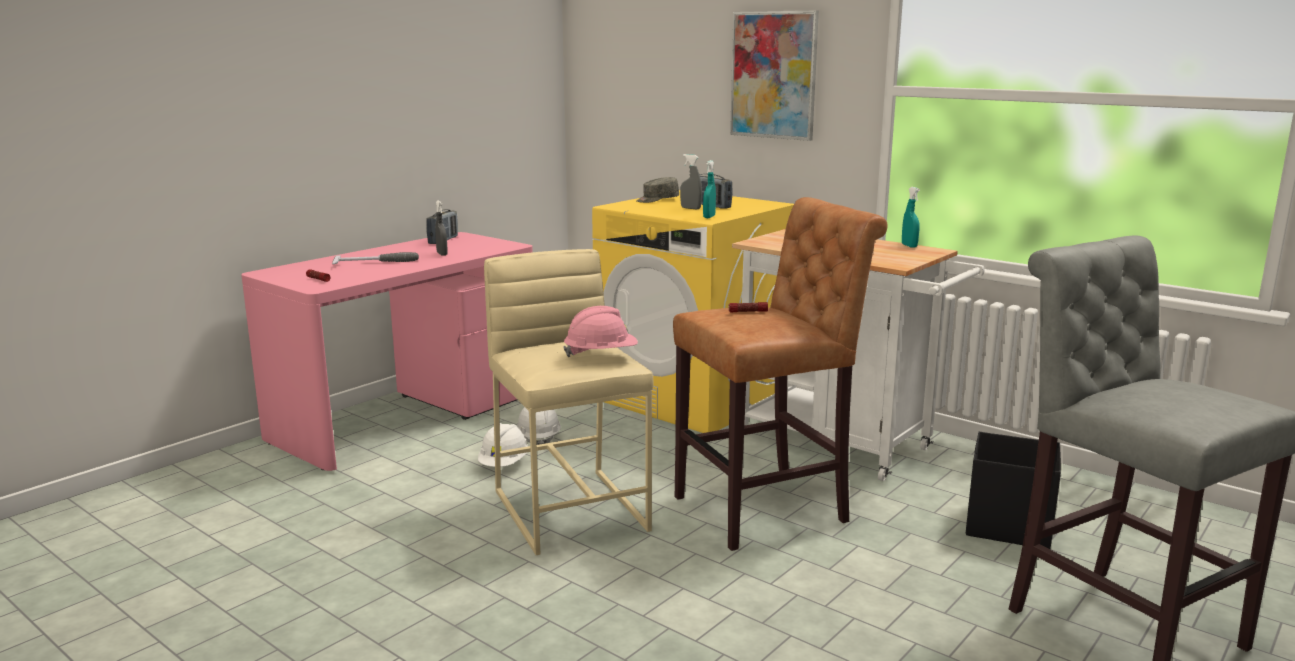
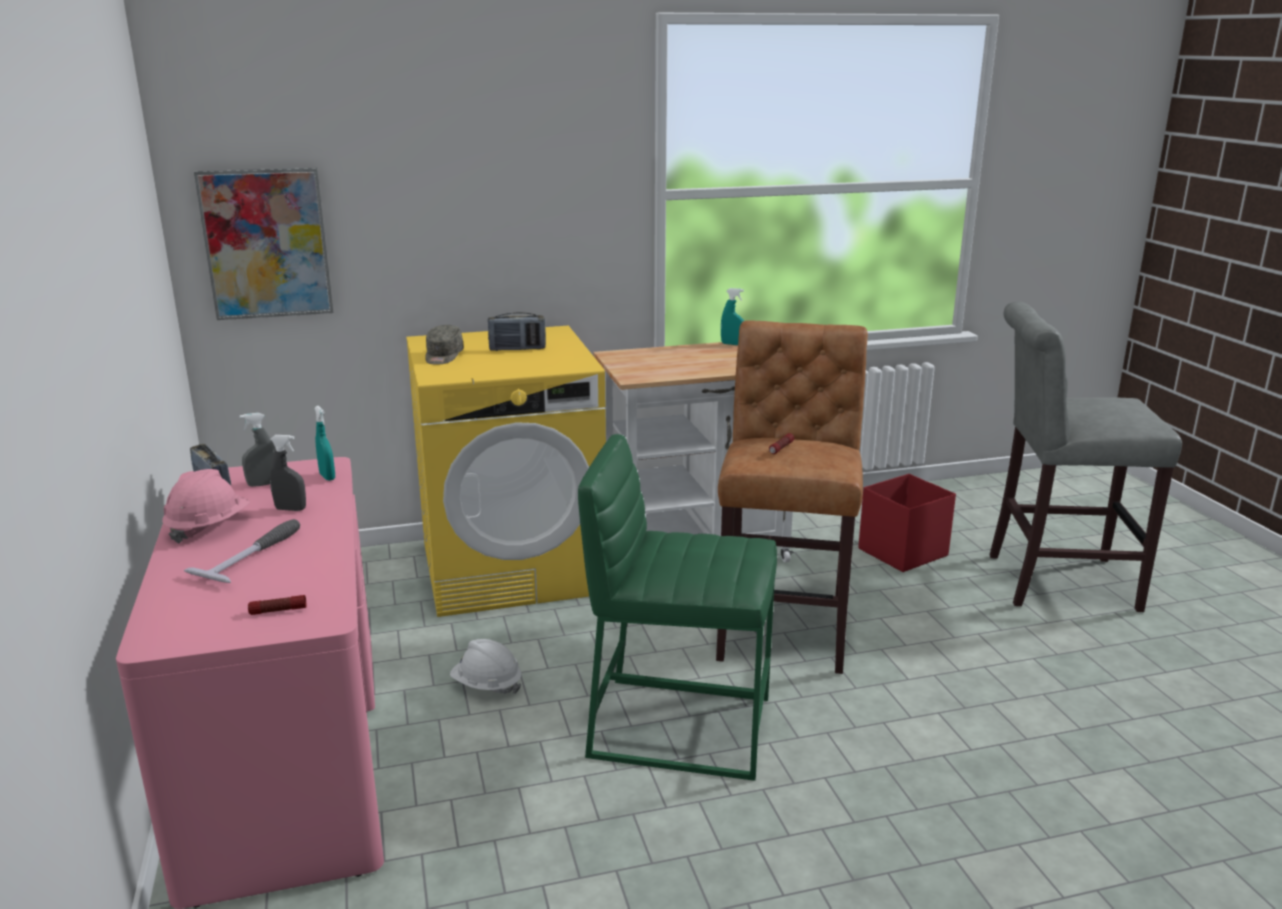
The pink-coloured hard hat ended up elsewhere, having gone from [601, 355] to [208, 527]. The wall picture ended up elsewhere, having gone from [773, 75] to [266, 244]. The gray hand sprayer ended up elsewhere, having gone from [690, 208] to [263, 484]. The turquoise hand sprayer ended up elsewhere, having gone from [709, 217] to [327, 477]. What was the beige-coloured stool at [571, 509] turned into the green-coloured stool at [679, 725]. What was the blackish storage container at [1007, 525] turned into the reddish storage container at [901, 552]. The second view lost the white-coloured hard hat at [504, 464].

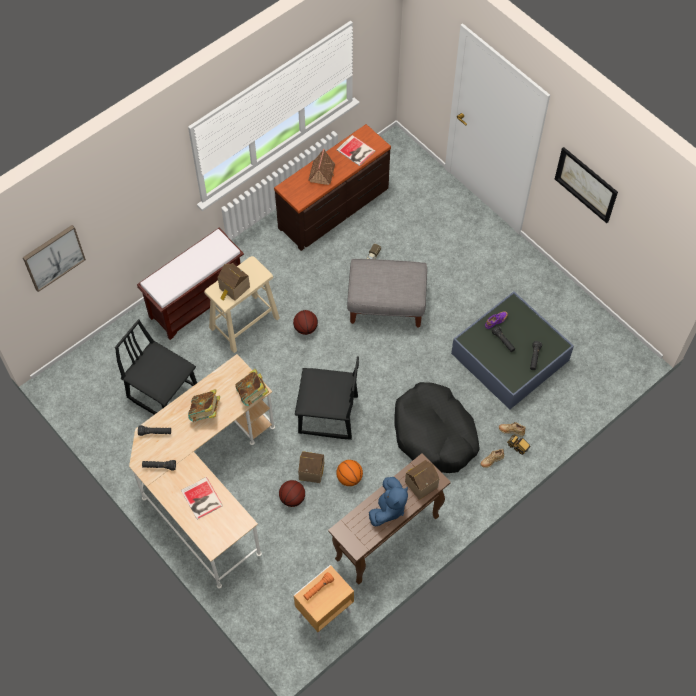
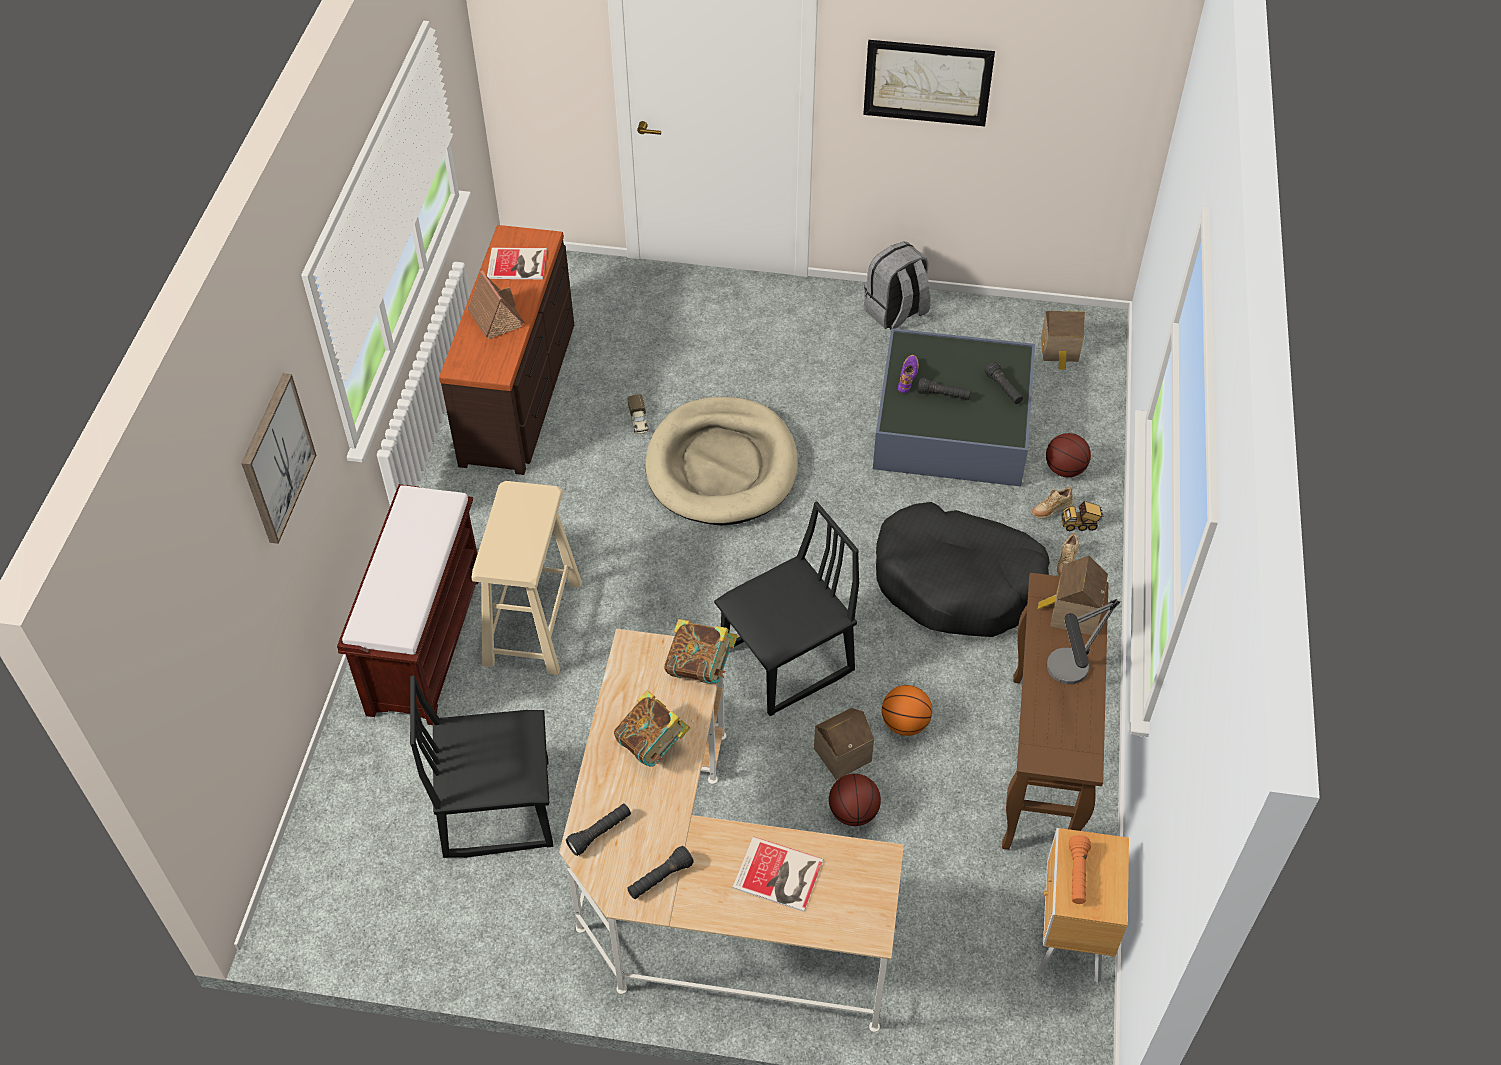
The wall picture ended up elsewhere, having gone from [53, 257] to [276, 458]. Where the gray ottoman stood at [387, 305], the beige-coloured pet bed came to stand at [721, 466]. The second view gained the gray backpack at [895, 313]. The miniature house ended up elsewhere, having gone from [233, 289] to [1060, 350]. The basketball ended up elsewhere, having gone from [305, 328] to [1065, 469]. Where the bluish soft toy stood at [388, 508], the lamp for a table came to stand at [1067, 678].

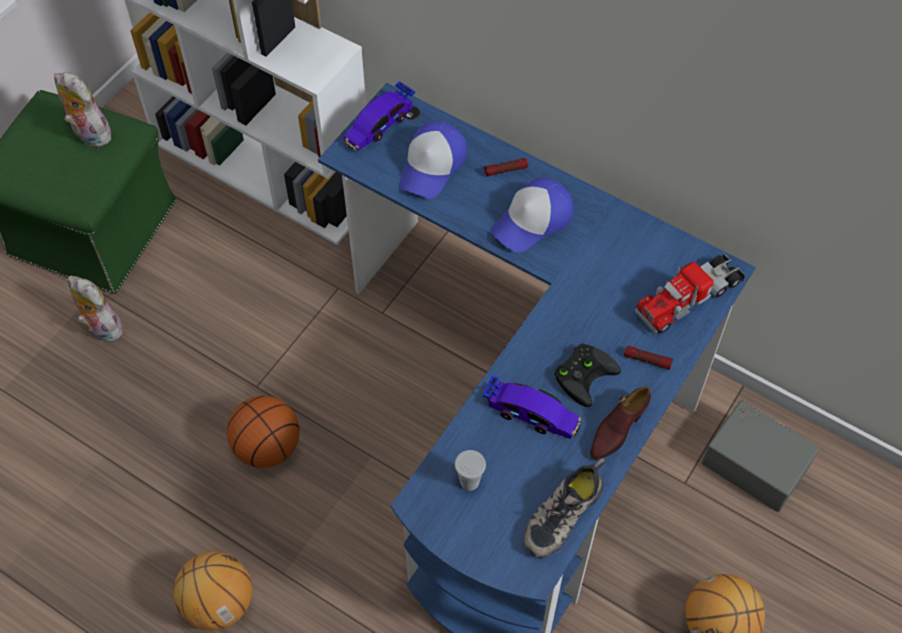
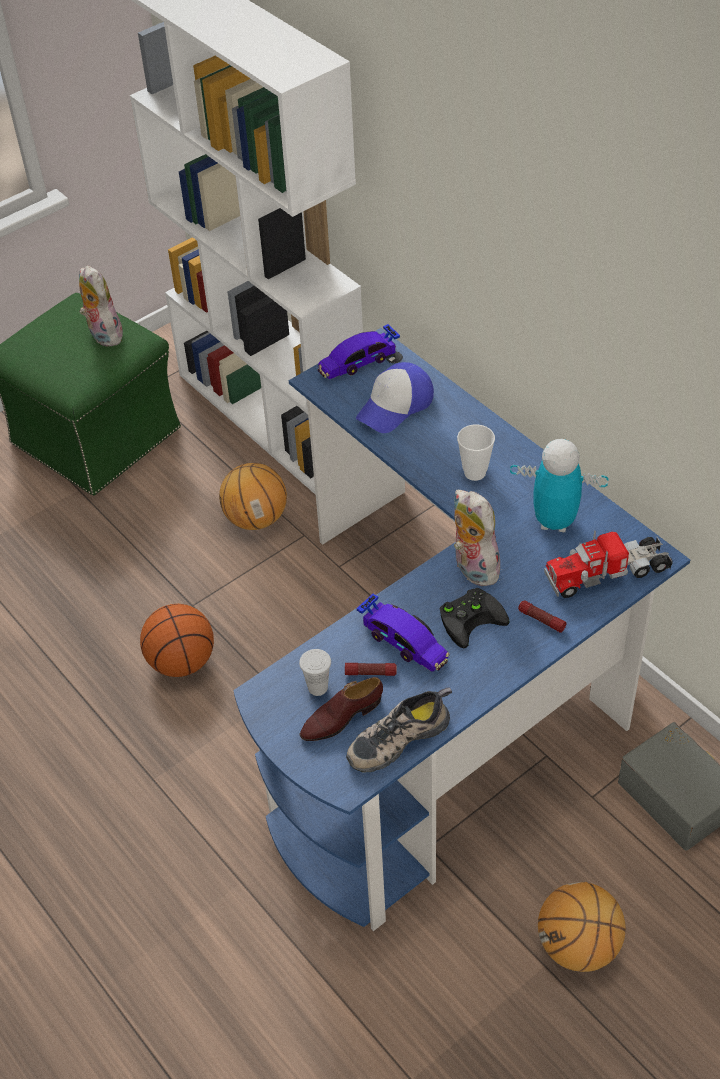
The basketball ended up elsewhere, having gone from [218, 603] to [255, 518]. The brown low shoe ended up elsewhere, having gone from [617, 429] to [341, 717]. The torch ended up elsewhere, having gone from [506, 170] to [370, 673]. The soft toy ended up elsewhere, having gone from [101, 328] to [472, 568]. Where the baseball cap stood at [533, 221], the drinking cup came to stand at [475, 472]. The second view gained the model robot at [554, 522].

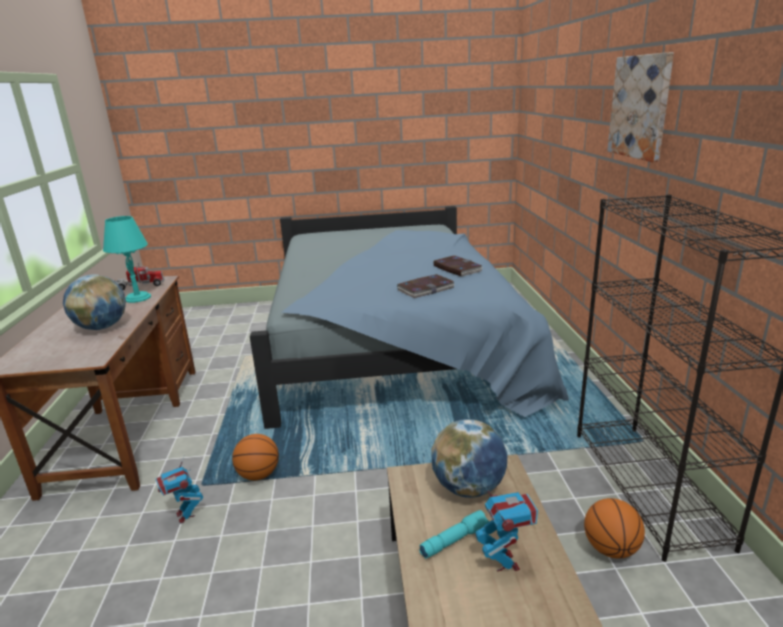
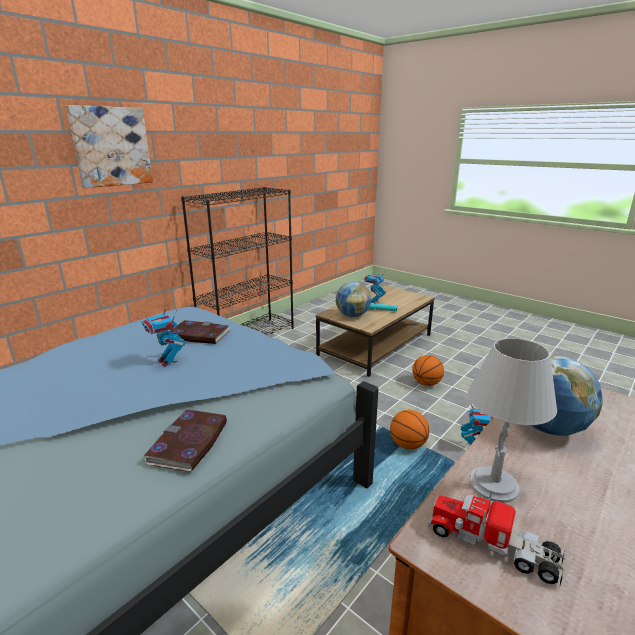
The second view gained the model robot at [167, 361]. The bound book ended up elsewhere, having gone from [457, 268] to [189, 443]. The basketball ended up elsewhere, having gone from [610, 549] to [426, 383]. What was the turquoise lamp for a table at [138, 298] turned into the gray lamp for a table at [493, 484].

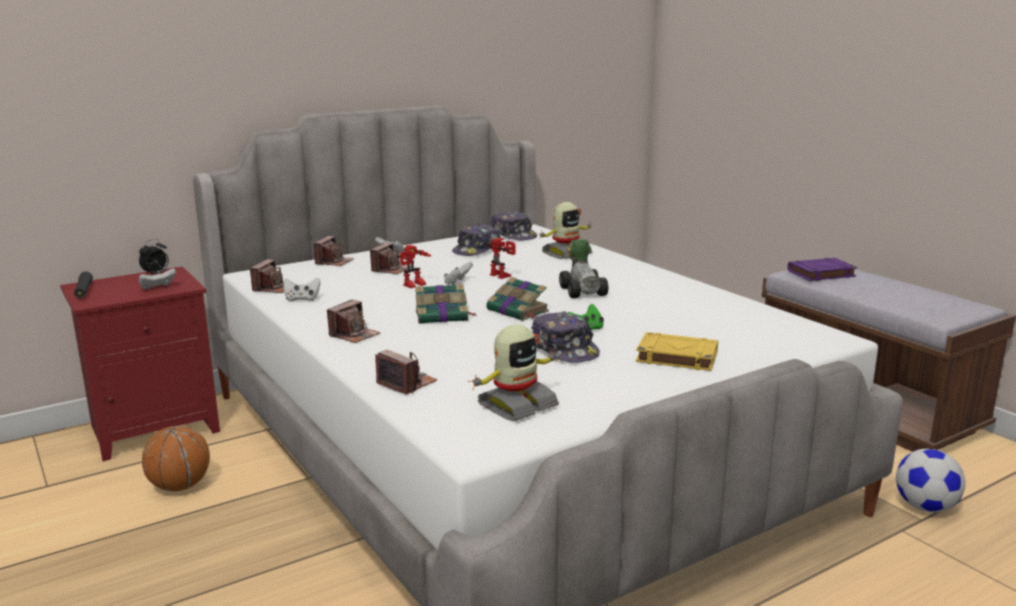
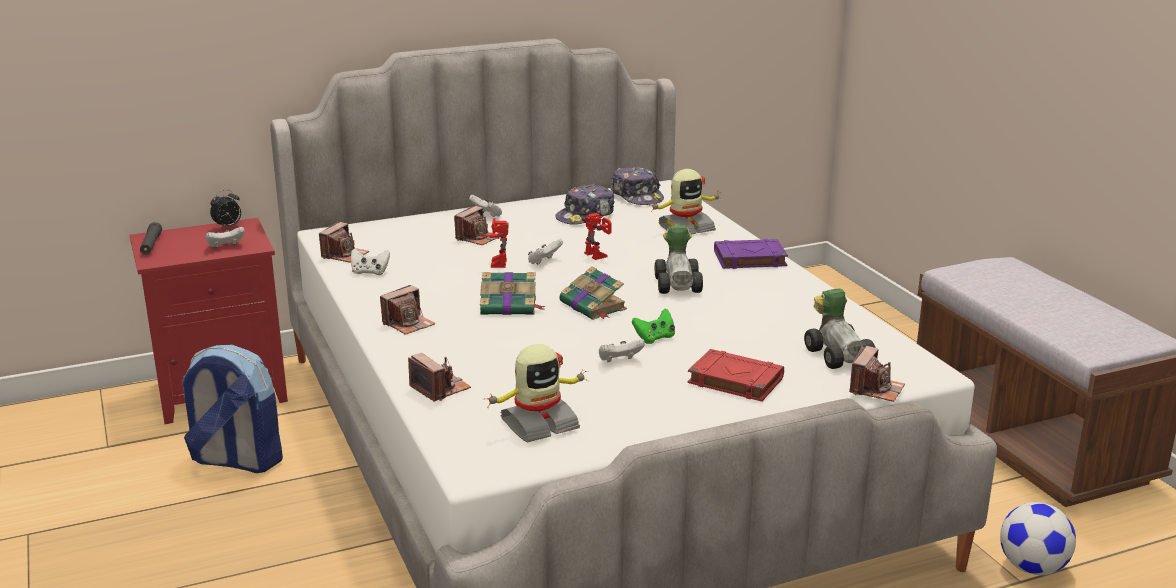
Where the basketball stood at [180, 487], the backpack came to stand at [236, 460]. The model robot at [414, 286] ended up facing another way, 120 degrees clockwise from before. Where the baseball cap stood at [564, 349], the white-coloured game controller came to stand at [619, 361]. What was the yellowish bound book at [675, 357] turned into the reddish bound book at [734, 381]. The purplish bound book ended up elsewhere, having gone from [820, 274] to [749, 259]. The second view gained the toy car at [838, 354]. The still camera ended up elsewhere, having gone from [334, 262] to [875, 389].

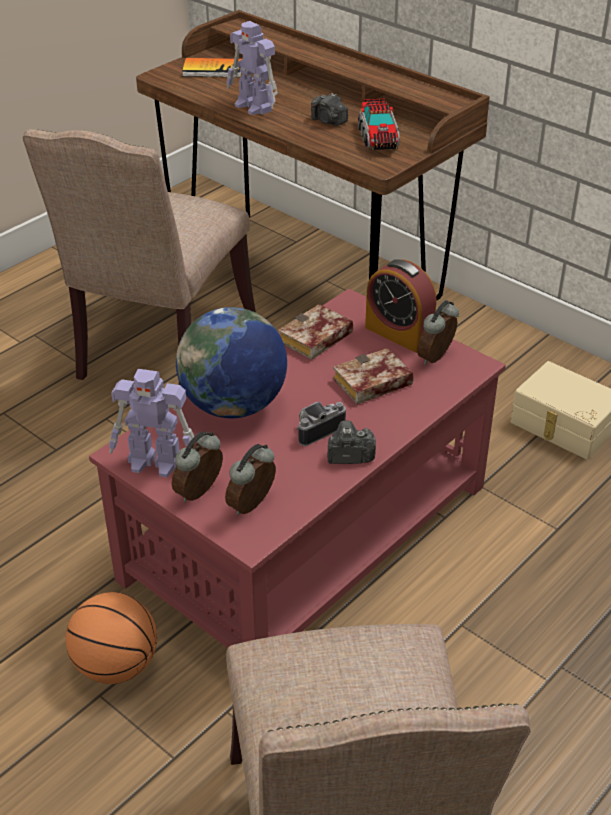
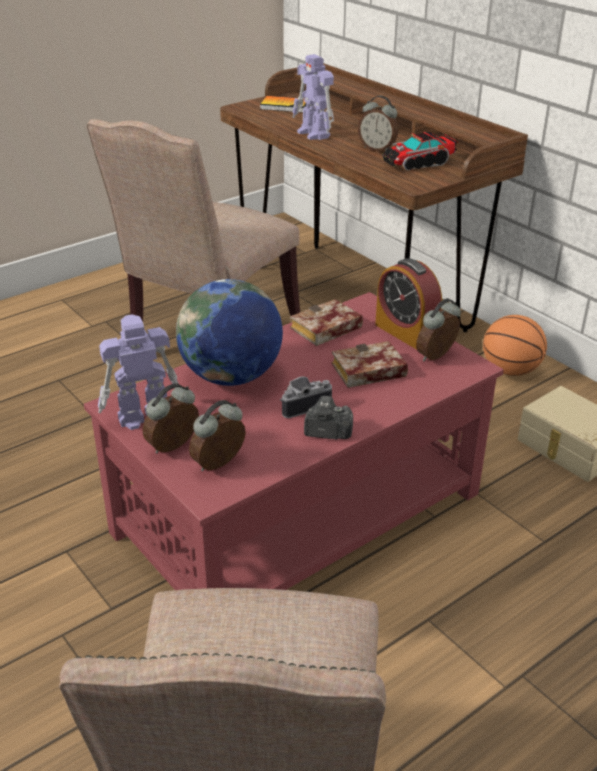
The model robot at [156, 463] ended up facing another way, 135 degrees clockwise from before. Where the still camera stood at [329, 121], the table clock came to stand at [377, 149]. The model truck at [378, 137] ended up facing another way, 60 degrees clockwise from before. The basketball ended up elsewhere, having gone from [116, 666] to [510, 371].

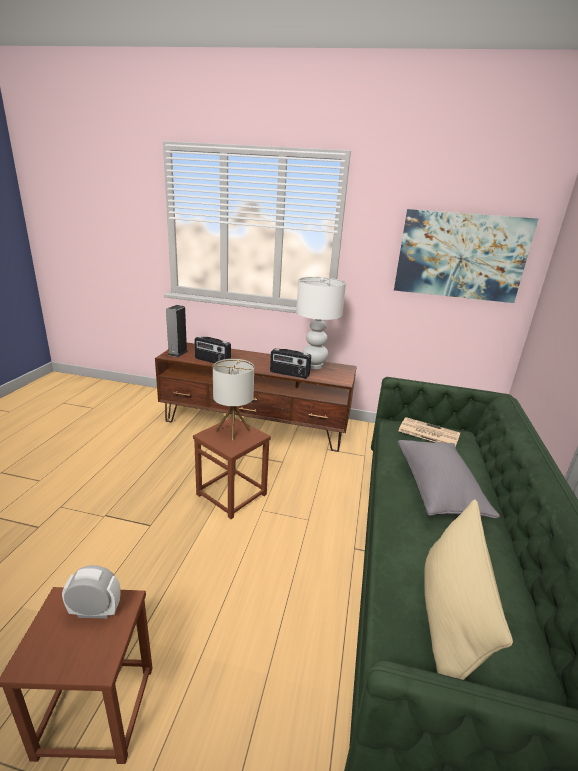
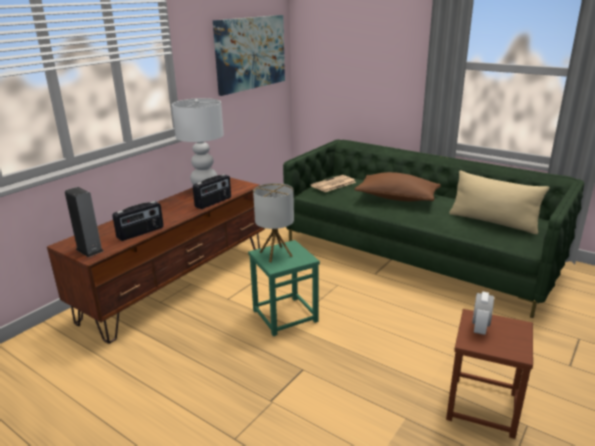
What was the brown stool at [232, 494] turned into the green-coloured stool at [285, 315]. What was the gray cushion at [438, 489] turned into the brown cushion at [397, 198].

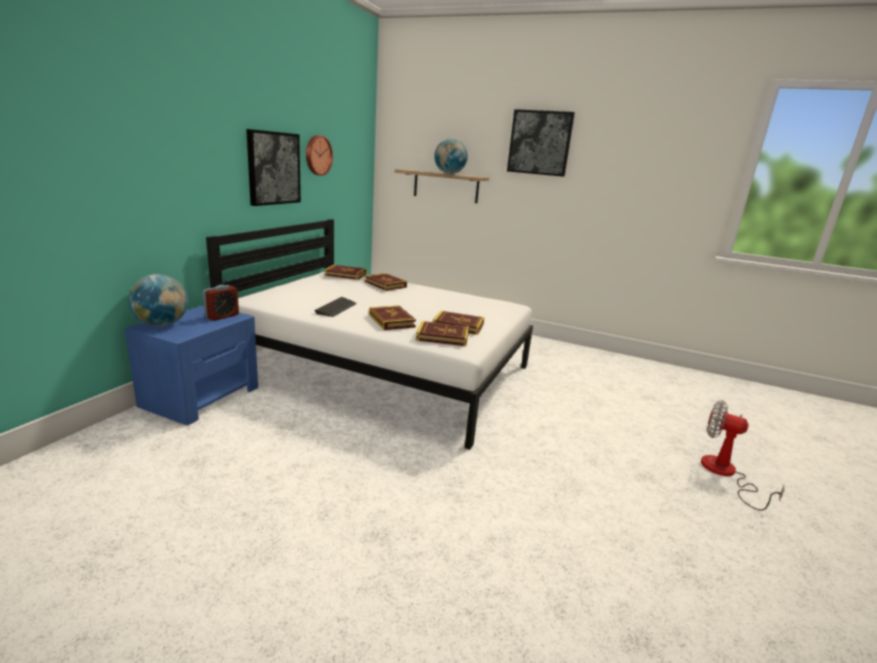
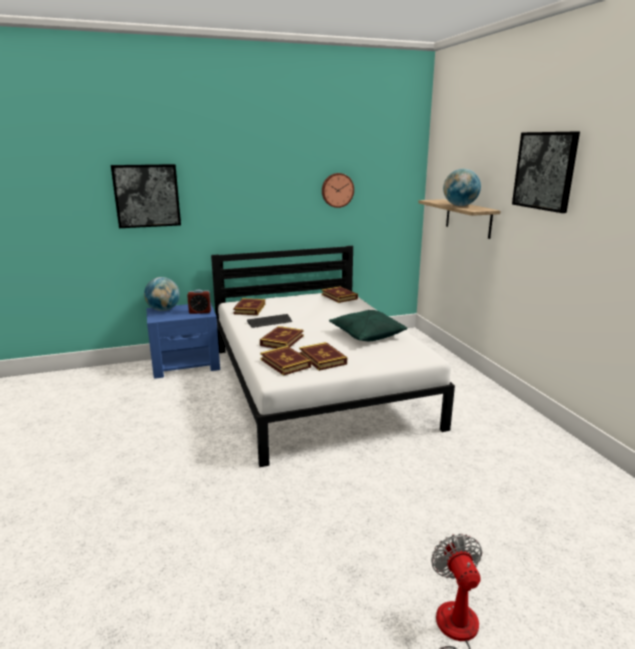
The wall picture ended up elsewhere, having gone from [273, 168] to [147, 196]. The bound book ended up elsewhere, having gone from [385, 284] to [249, 309]. The second view gained the green-coloured cushion at [366, 335].

